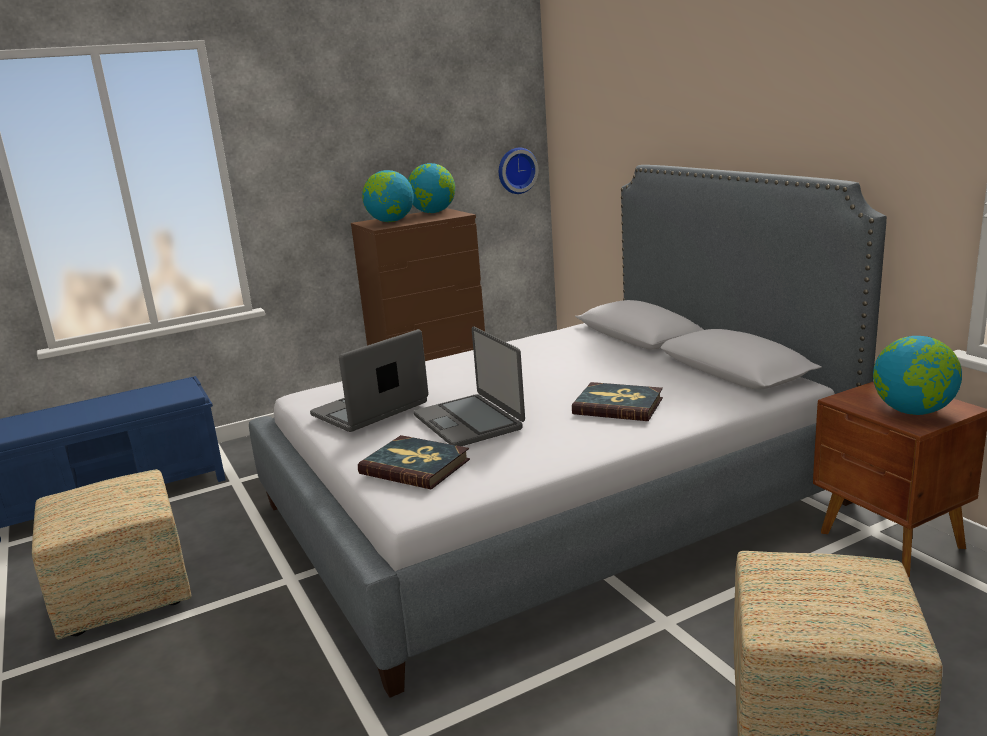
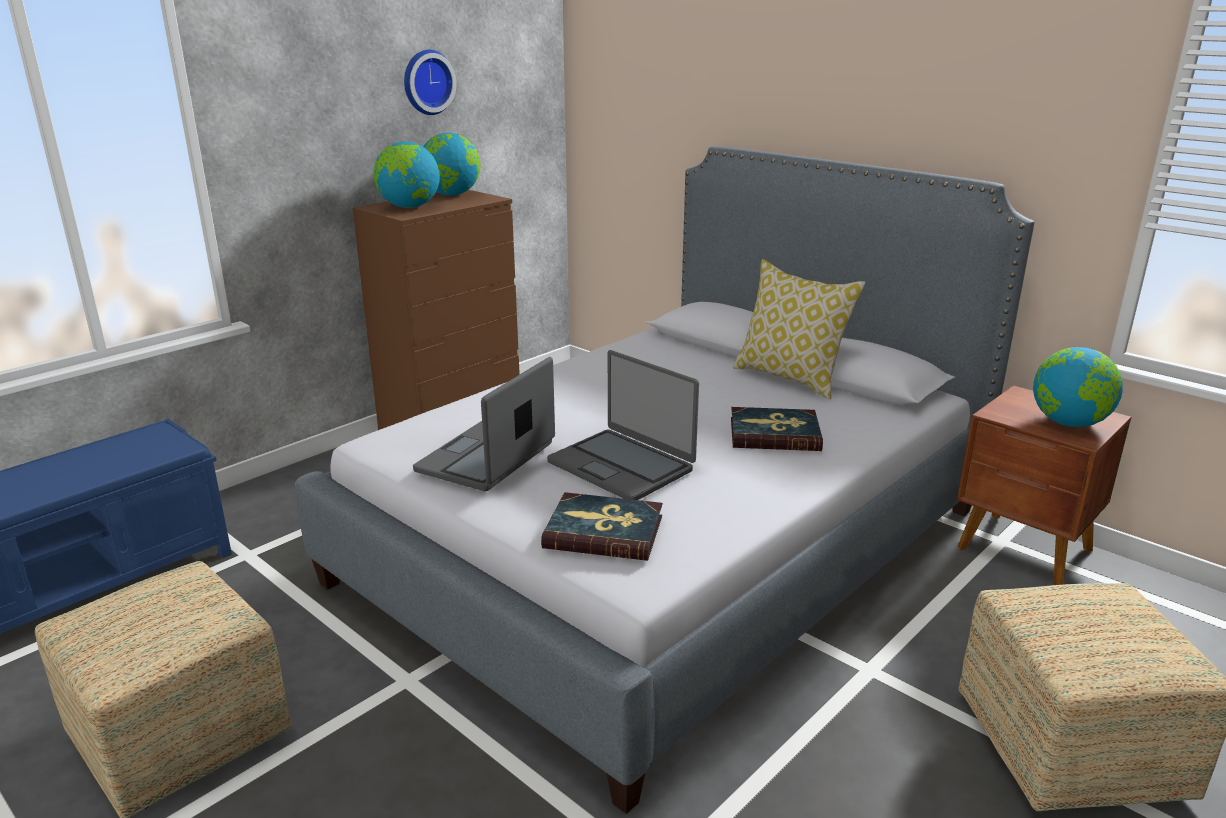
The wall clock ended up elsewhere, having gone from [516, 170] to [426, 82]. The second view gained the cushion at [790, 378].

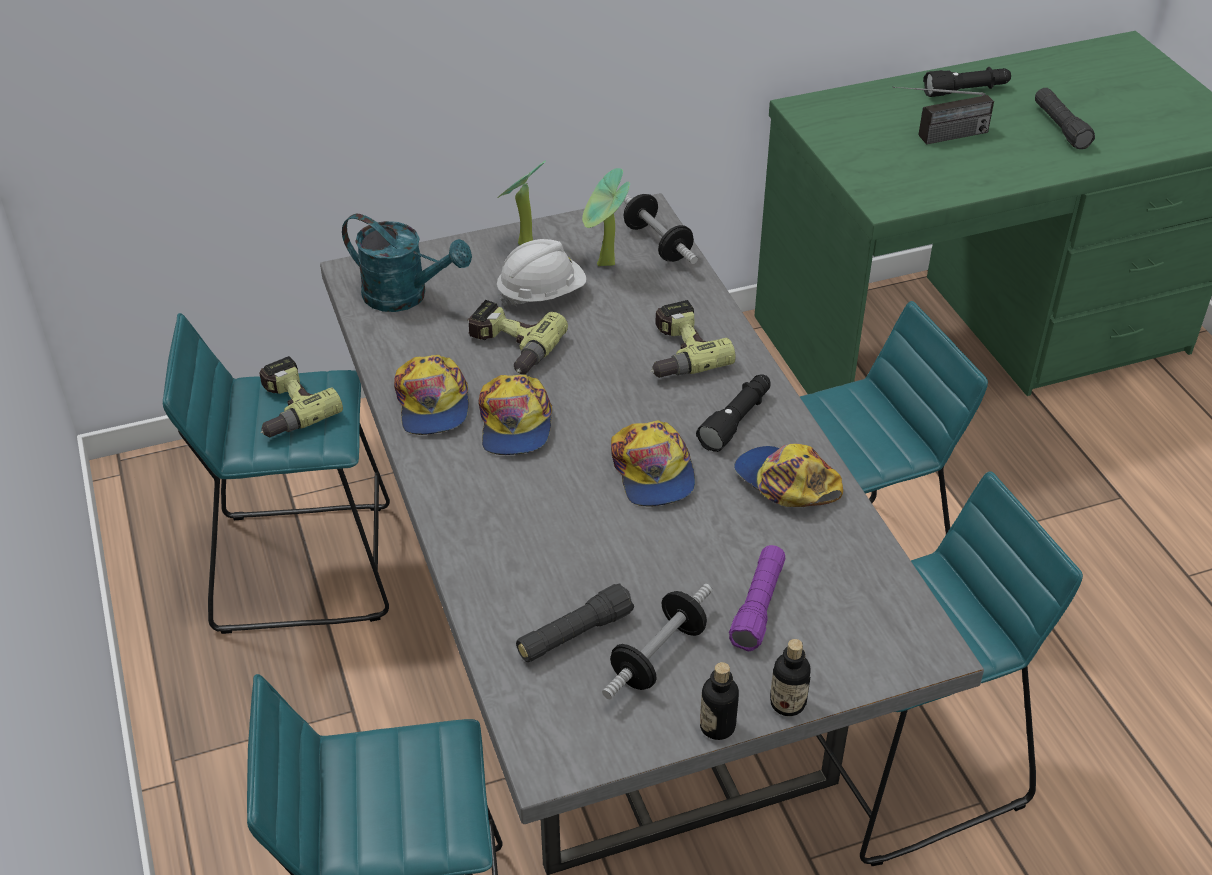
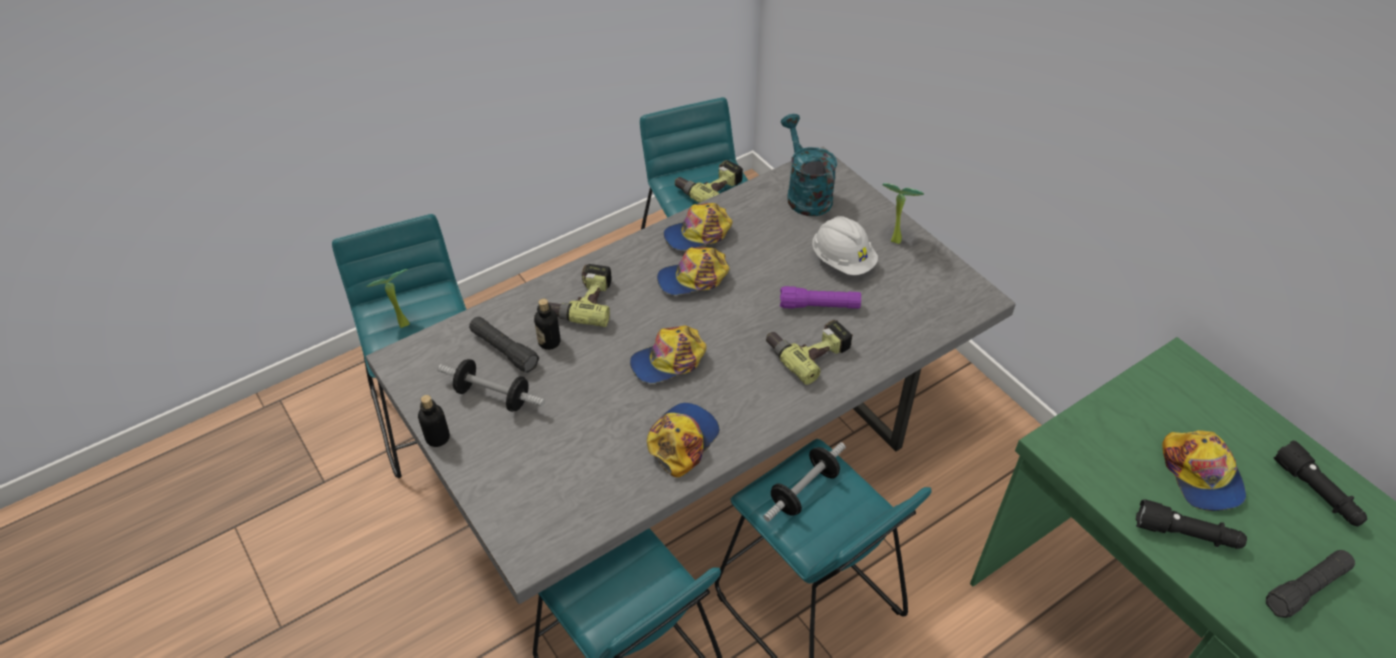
The potted plant ended up elsewhere, having gone from [604, 266] to [400, 323]. The beverage bottle ended up elsewhere, having gone from [787, 703] to [549, 342]. The power drill ended up elsewhere, having gone from [510, 348] to [582, 302]. The dumbbell ended up elsewhere, having gone from [657, 243] to [804, 491]. The purplish torch ended up elsewhere, having gone from [758, 606] to [819, 306]. The turquoise watering pot at [406, 296] ended up facing another way, 150 degrees clockwise from before. The blackish torch ended up elsewhere, having gone from [736, 420] to [1186, 534]. Where the radio receiver stood at [937, 138], the baseball cap came to stand at [1201, 475].

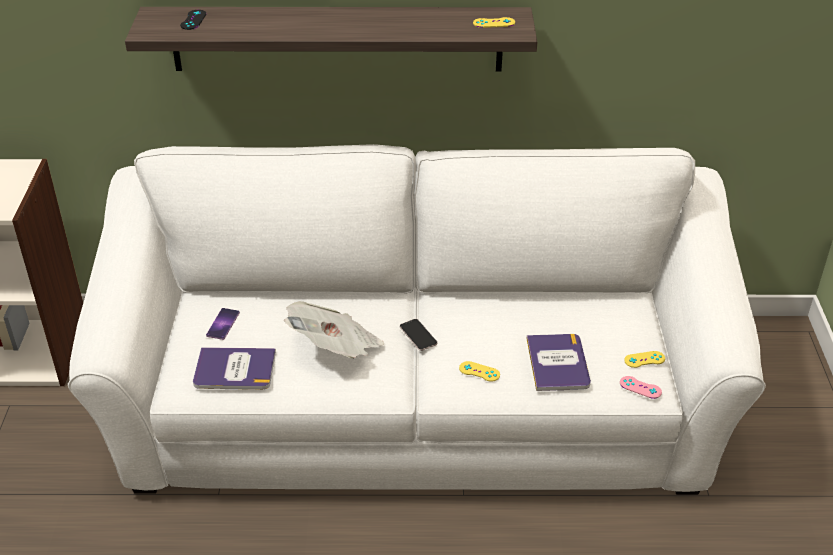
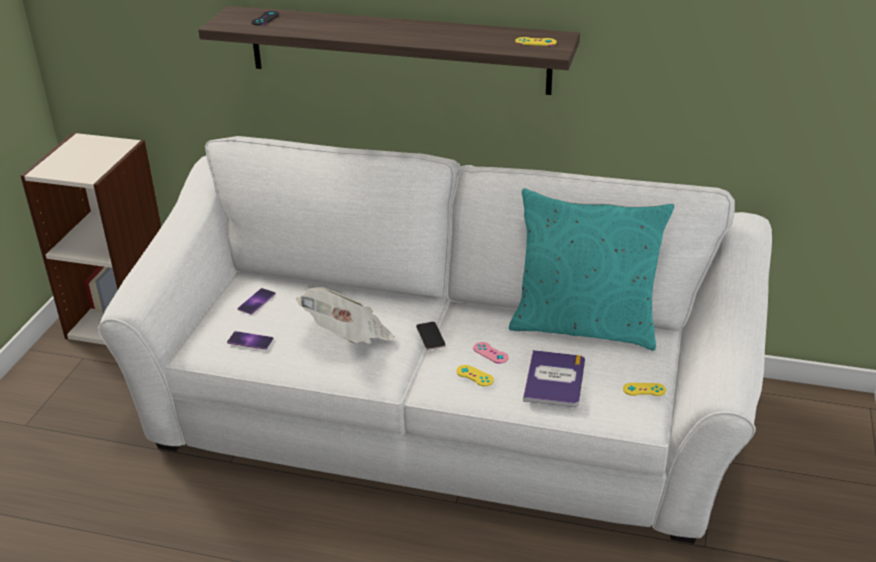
Where the bound book stood at [234, 370], the handset came to stand at [250, 340]. The pink-coloured game controller ended up elsewhere, having gone from [640, 387] to [490, 353]. The second view gained the turquoise cushion at [584, 326].

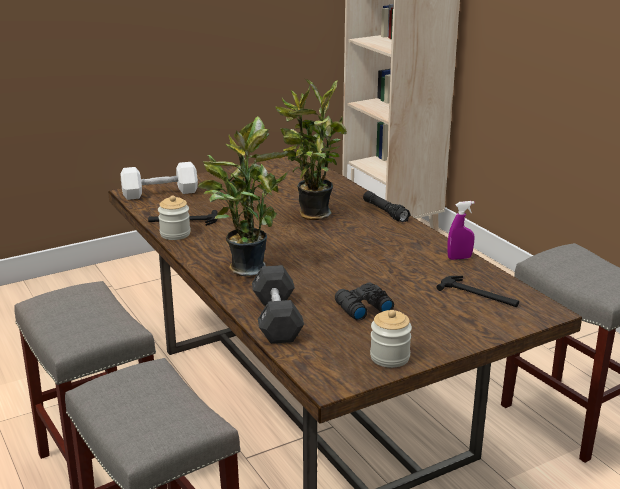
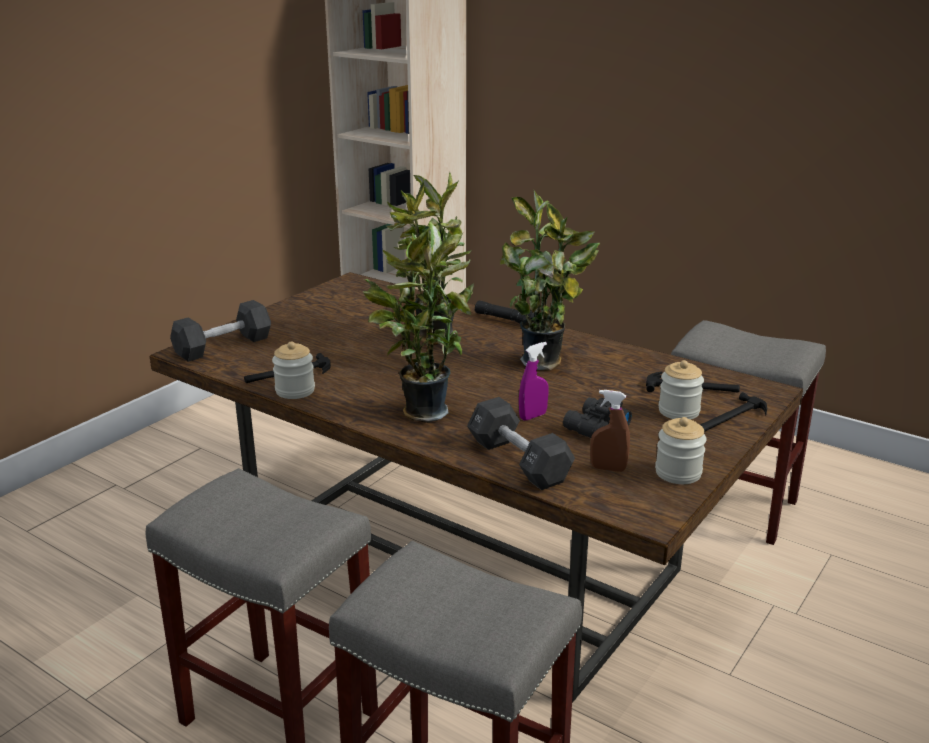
What was the white-coloured dumbbell at [160, 193] turned into the blackish dumbbell at [223, 346]. The second view gained the potted plant at [546, 363]. The purplish hand sprayer ended up elsewhere, having gone from [459, 258] to [533, 416]. The second view gained the brown hand sprayer at [608, 468]. The second view gained the storage jar at [678, 411]. The second view gained the hand hammer at [730, 418].

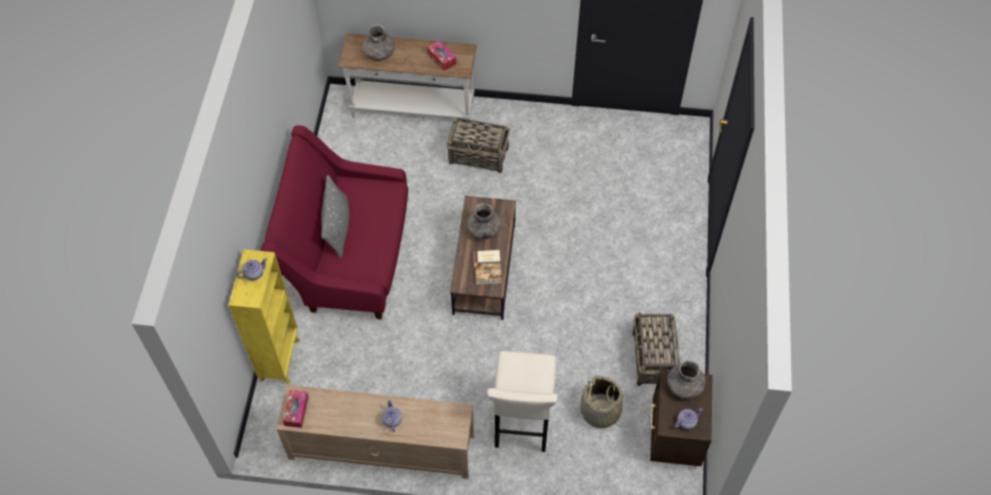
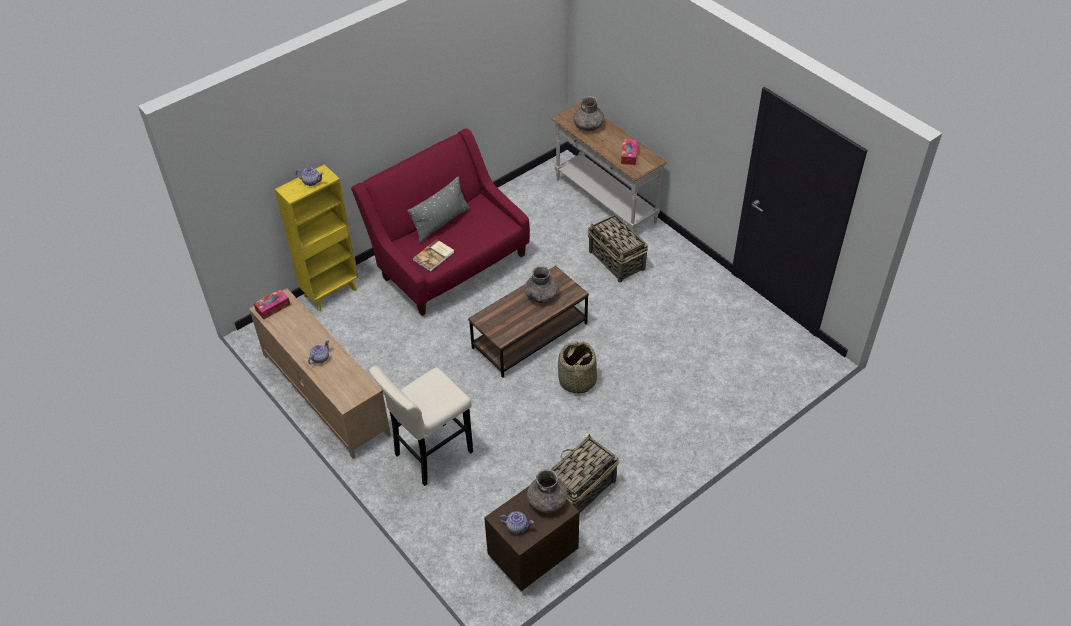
The bound book ended up elsewhere, having gone from [488, 267] to [434, 256]. The basket ended up elsewhere, having gone from [600, 412] to [577, 381].

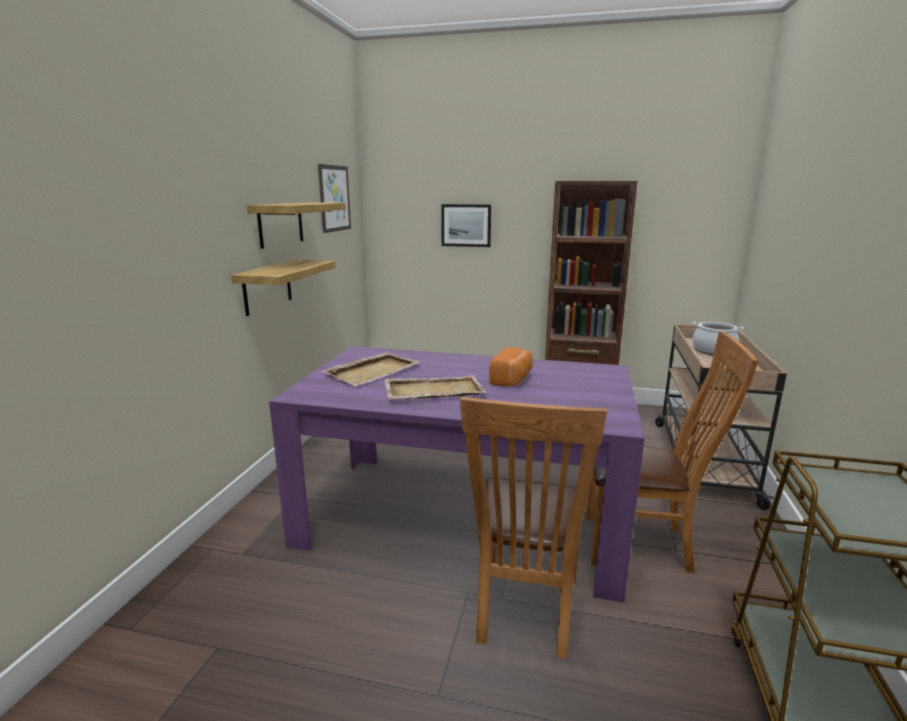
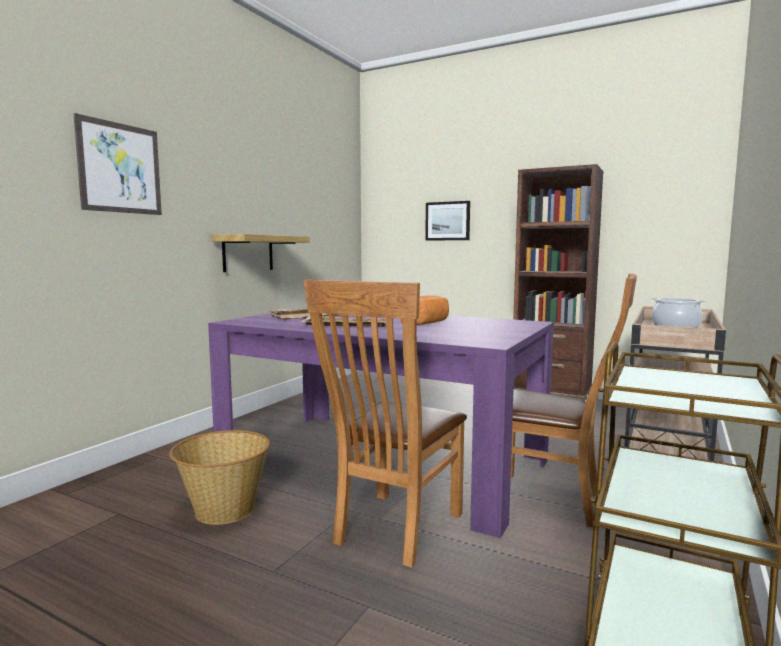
The wall picture ended up elsewhere, having gone from [334, 198] to [120, 168]. The second view gained the basket at [224, 510]. The second view lost the wall shelf at [280, 224].

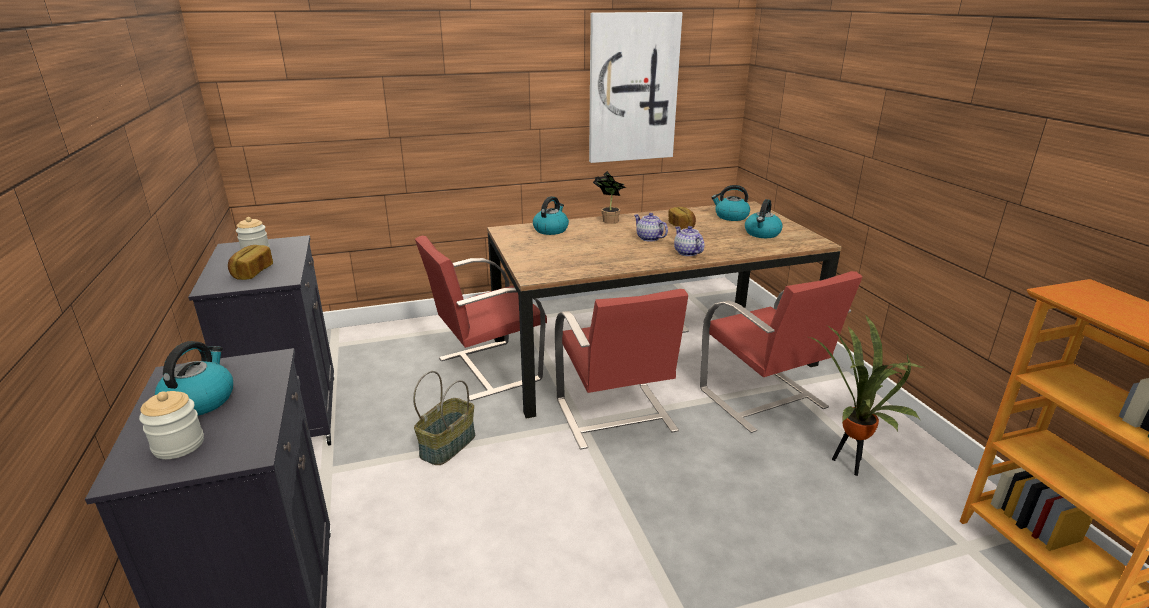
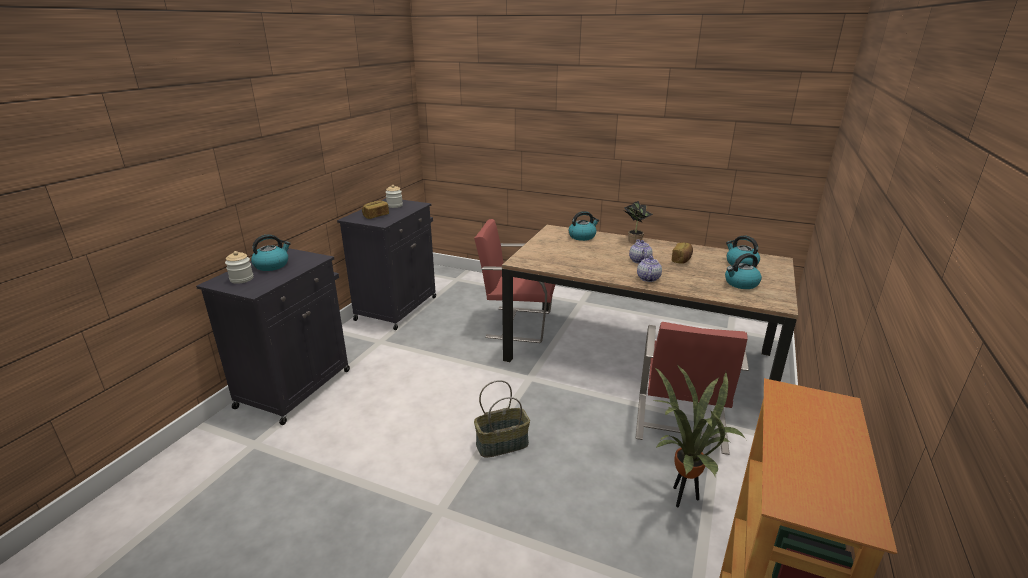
The basket ended up elsewhere, having gone from [447, 445] to [502, 443]. The second view lost the reddish plain chair at [615, 416]. The second view lost the wall picture at [632, 88].

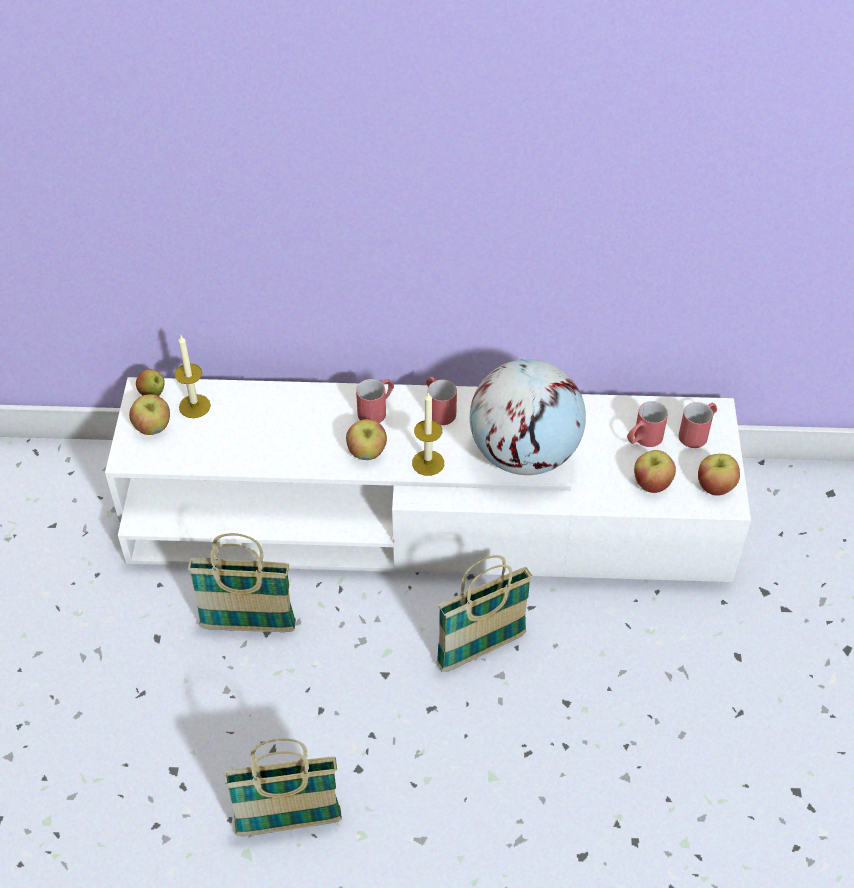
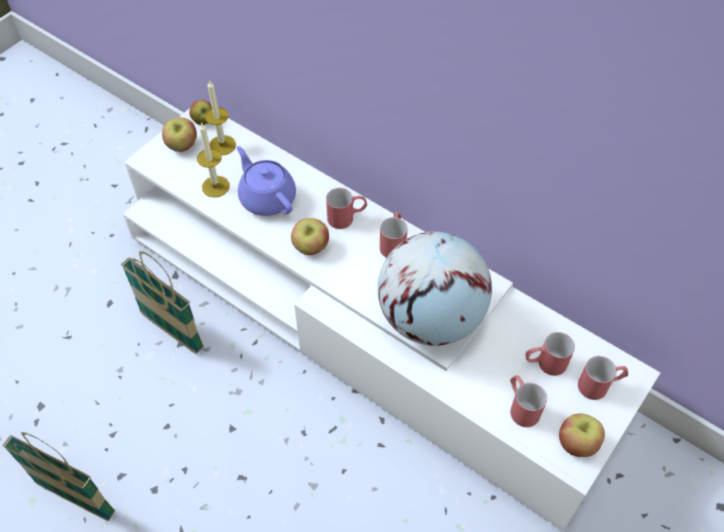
The wax light ended up elsewhere, having gone from [428, 463] to [215, 186]. The second view gained the purplish pot for tea at [267, 198]. Where the apple stood at [651, 483], the reddish coffee mug came to stand at [521, 406]. The second view lost the basket at [481, 650].

